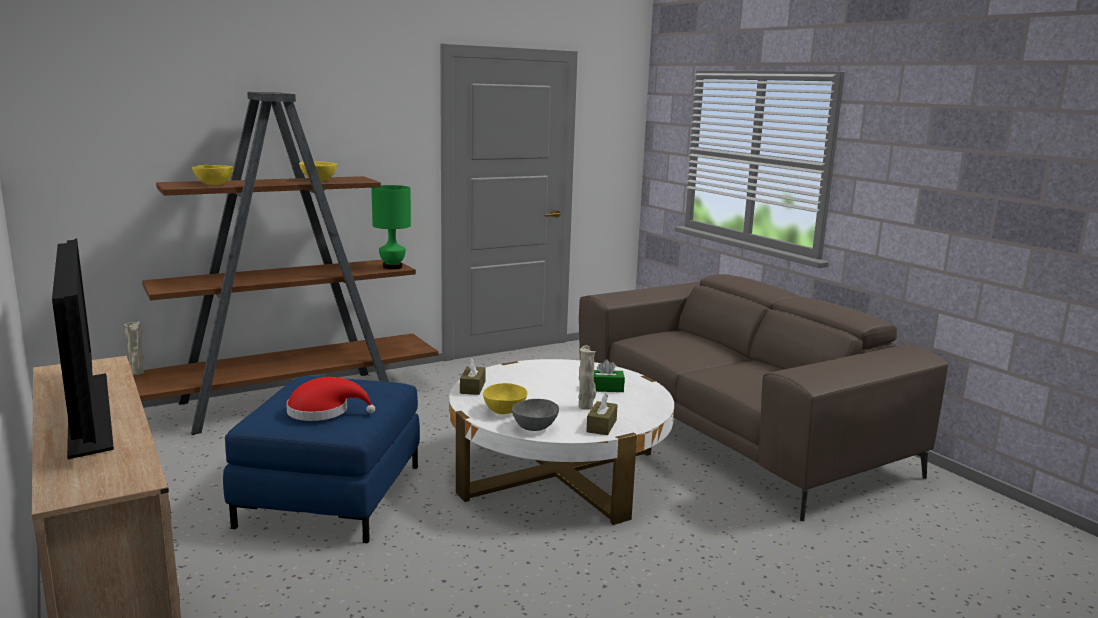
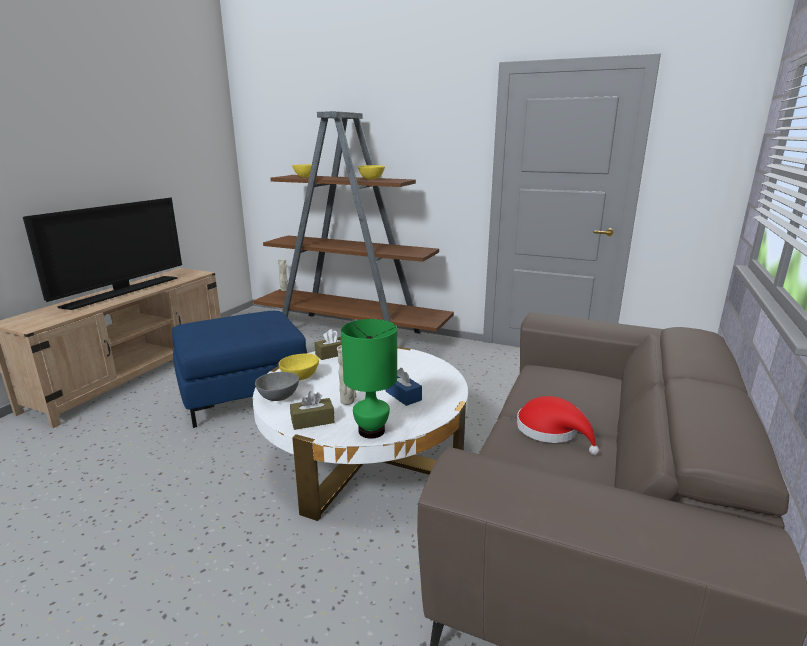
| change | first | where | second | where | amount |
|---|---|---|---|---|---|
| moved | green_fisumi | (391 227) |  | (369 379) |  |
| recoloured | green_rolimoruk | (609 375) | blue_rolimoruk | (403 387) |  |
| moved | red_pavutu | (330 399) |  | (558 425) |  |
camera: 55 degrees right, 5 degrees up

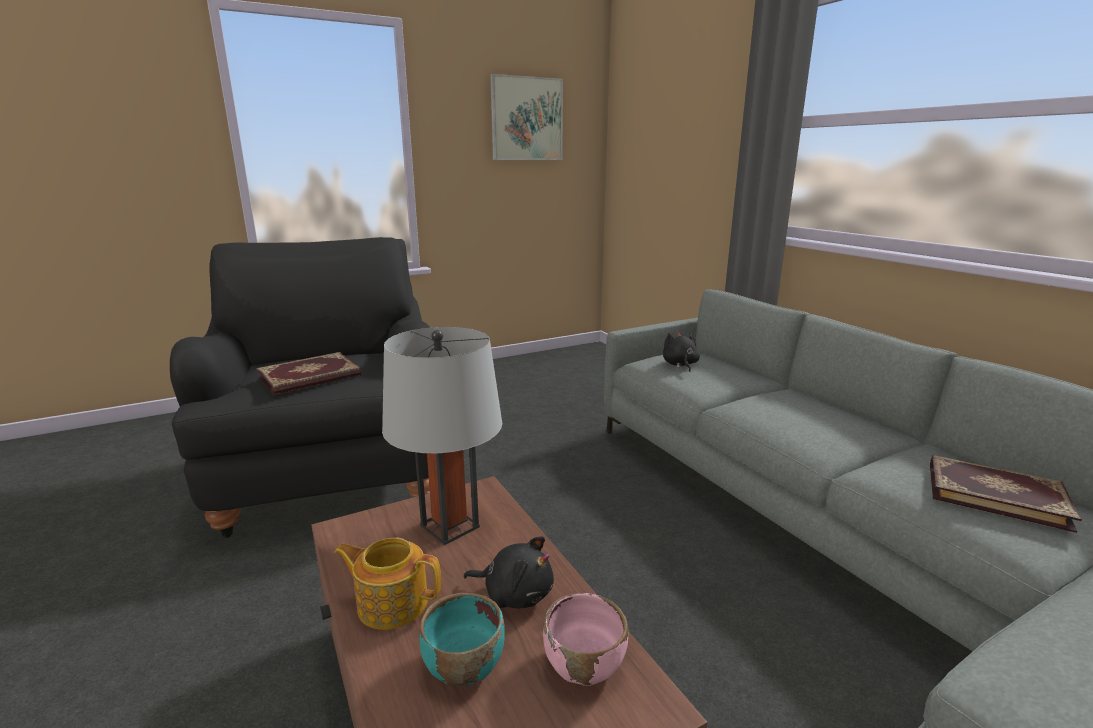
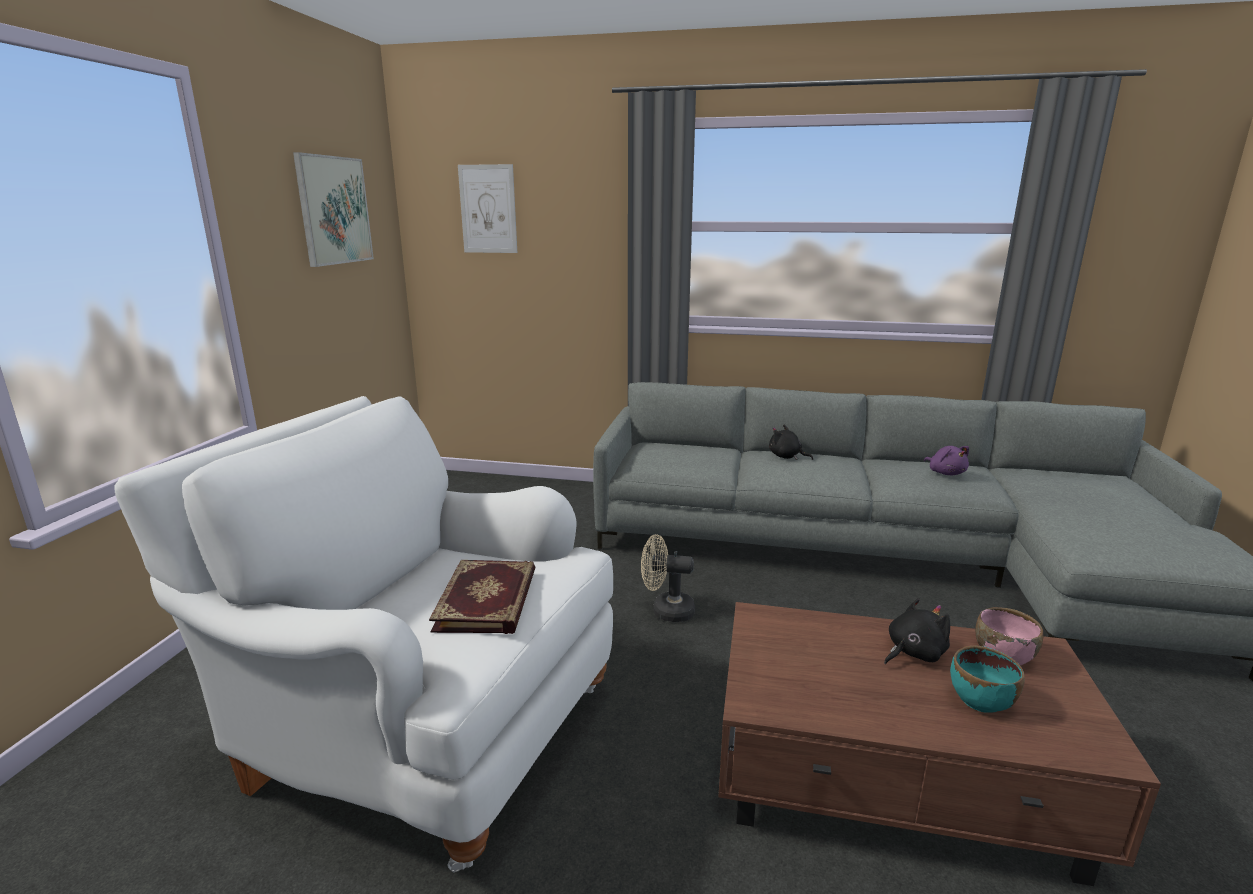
| change | first | where | second | where | amount |
|---|---|---|---|---|---|
| recoloured | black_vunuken | (300 387) | white_vunuken | (363 634) |  |
| added |  |  | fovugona | (487 208) |  |
| added |  |  | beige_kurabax | (668 578) |  |
| moved | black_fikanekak | (681 352) |  | (791 442) |  |
| replaced | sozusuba | (1006 494) | purple_fikanekak | (946 460) |  |
| removed | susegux | (387 583) |  |  |  |
| removed | grey_fisumi | (442 436) |  |  |  |
camera: 50 degrees left, 0 degrees up

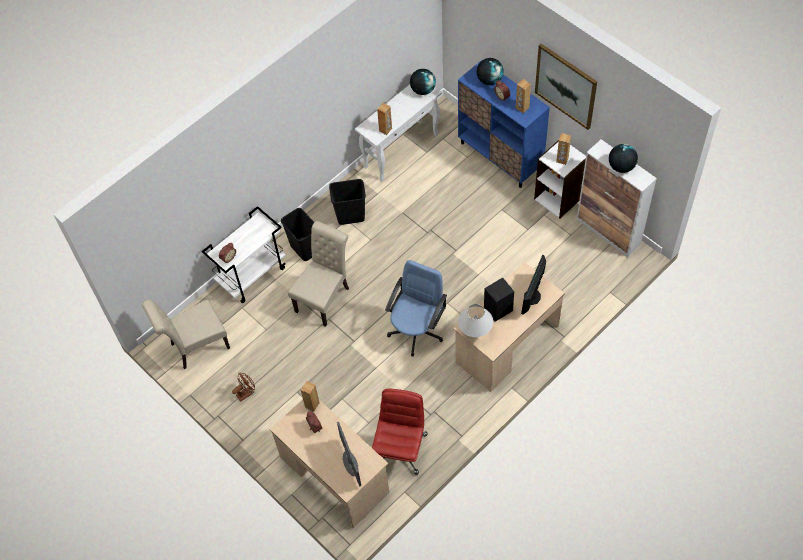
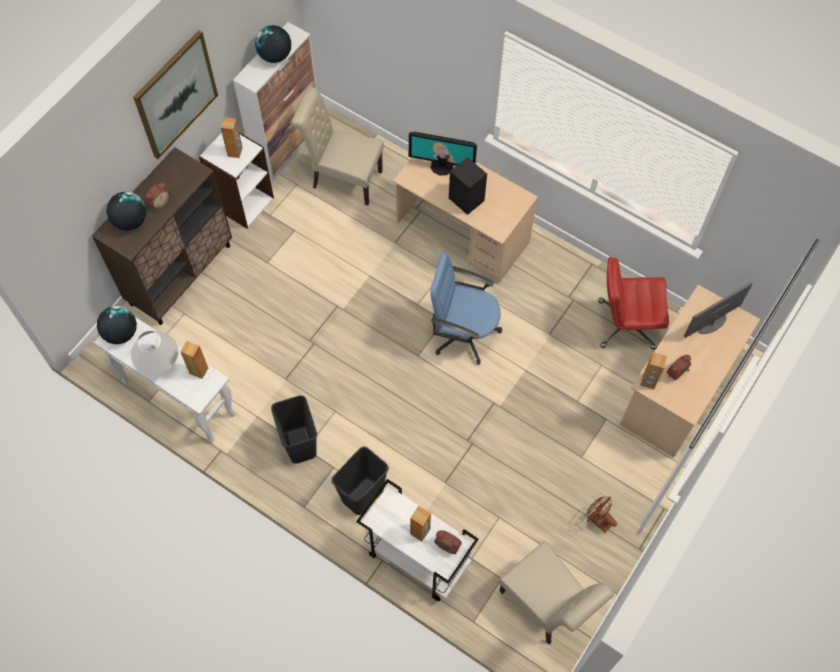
| change | first | where | second | where | amount |
|---|---|---|---|---|---|
| recoloured | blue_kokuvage | (504 124) | brown_kokuvage | (162 236) |  |
| moved | white_fisumi | (475 320) |  | (154 353) |  |
| moved | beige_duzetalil | (318 274) |  | (337 146) |  |
| moved | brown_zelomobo | (523 96) |  | (420 523) |  |
camera: 105 degrees left, 5 degrees up

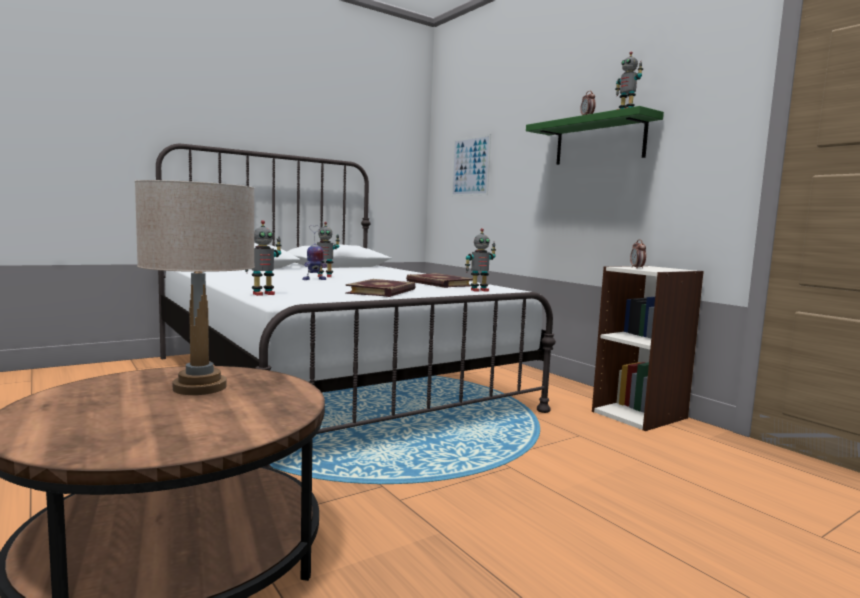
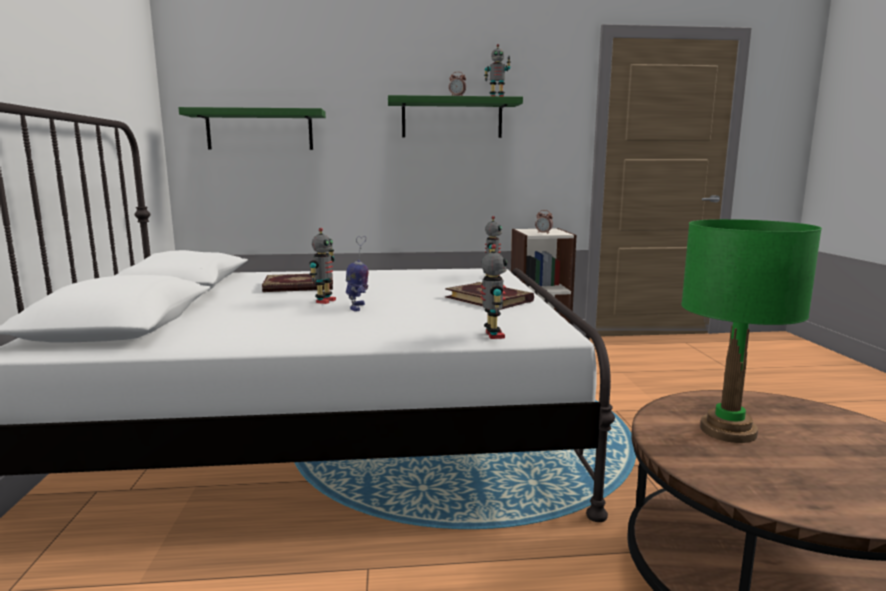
| change | first | where | second | where | amount |
|---|---|---|---|---|---|
| replaced | fovugona | (471 165) | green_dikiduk | (252 128) |  |
| moved | sozusuba | (439 280) |  | (297 282) |  |
| recoloured | beige_fisumi | (195 287) | green_fisumi | (751 331) |  |
camera: 60 degrees left, 5 degrees up

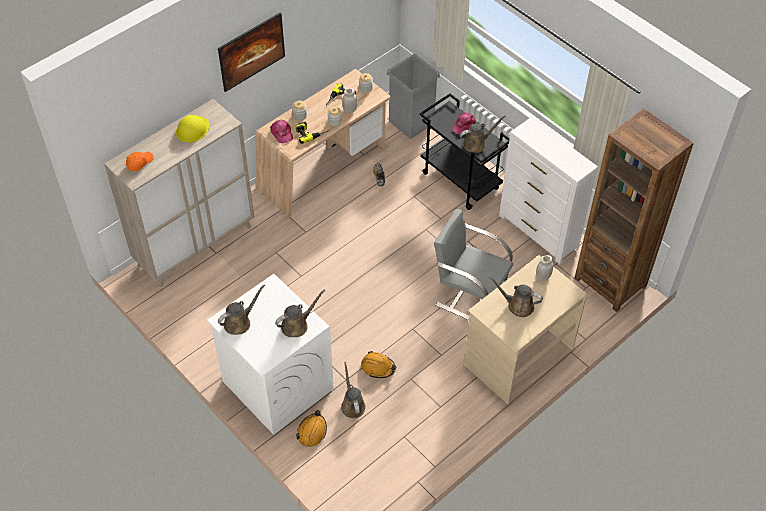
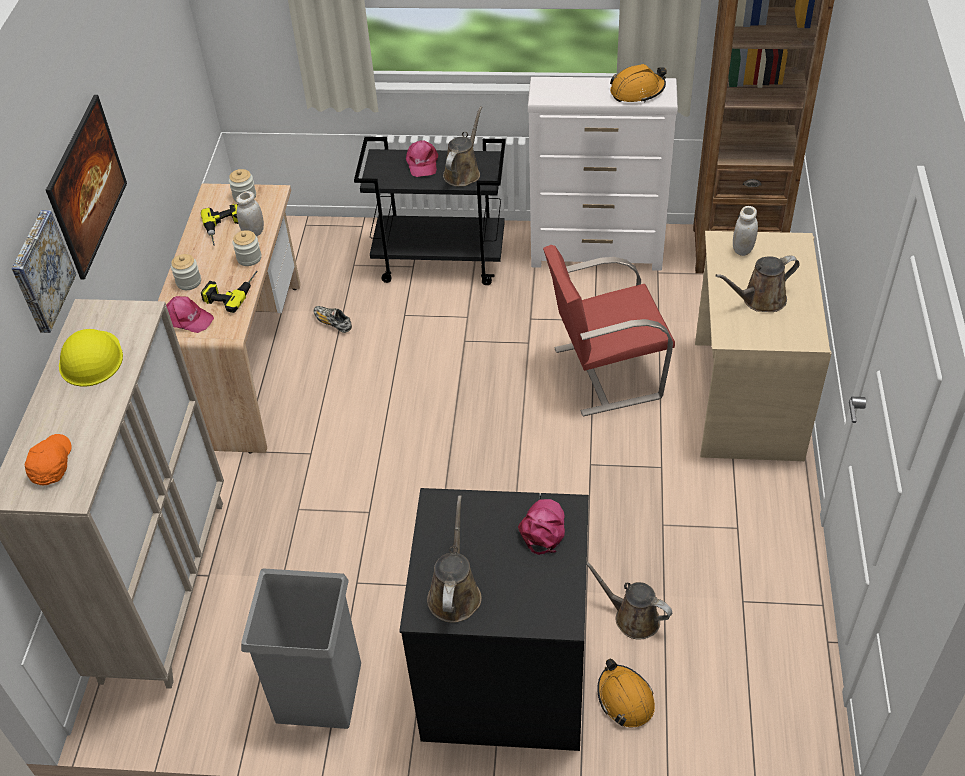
| change | first | where | second | where | amount |
|---|---|---|---|---|---|
| added |  |  | fovugona | (43 271) |  |
| moved | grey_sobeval | (413 96) |  | (301 649) |  |
| recoloured | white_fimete | (270 354) | black_fimete | (494 619) |  |
| replaced | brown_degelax | (300 313) | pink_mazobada | (541 527) |  |
| recoloured | grey_duzetalil | (474 264) | red_duzetalil | (609 330) |  |
| moved | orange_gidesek | (378 364) |  | (638 83) |  |
camera: 40 degrees left, 5 degrees down

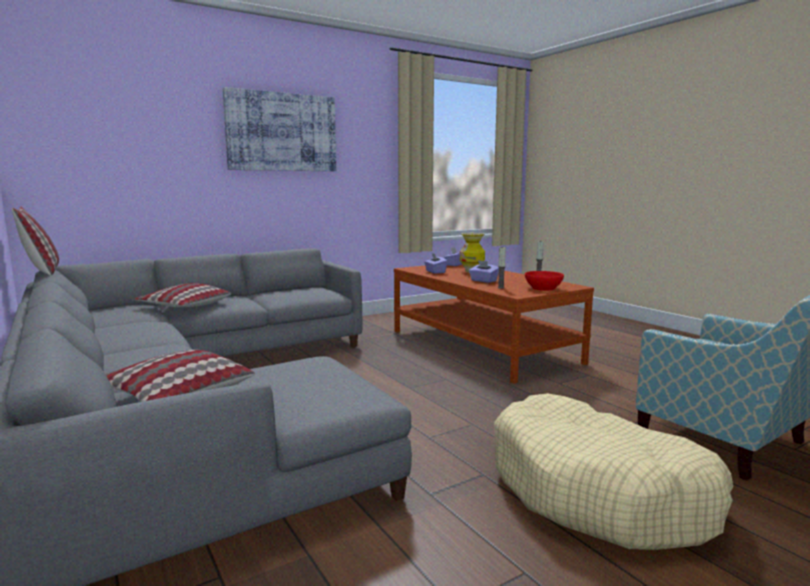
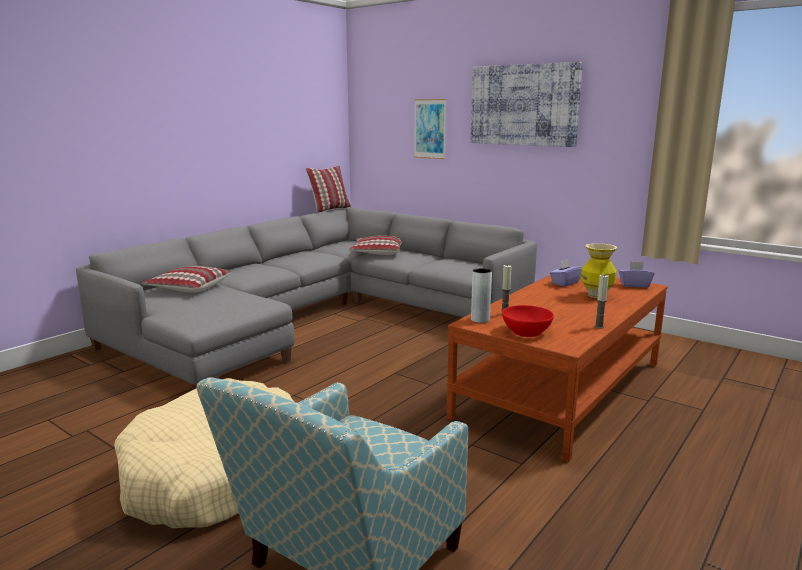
| change | first | where | second | where | amount |
|---|---|---|---|---|---|
| added |  |  | fovugona | (430 129) |  |
| added |  |  | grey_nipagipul | (481 295) |  |
| removed | purple_rolimoruk | (484 271) |  |  |  |
camera: 70 degrees right, 5 degrees up

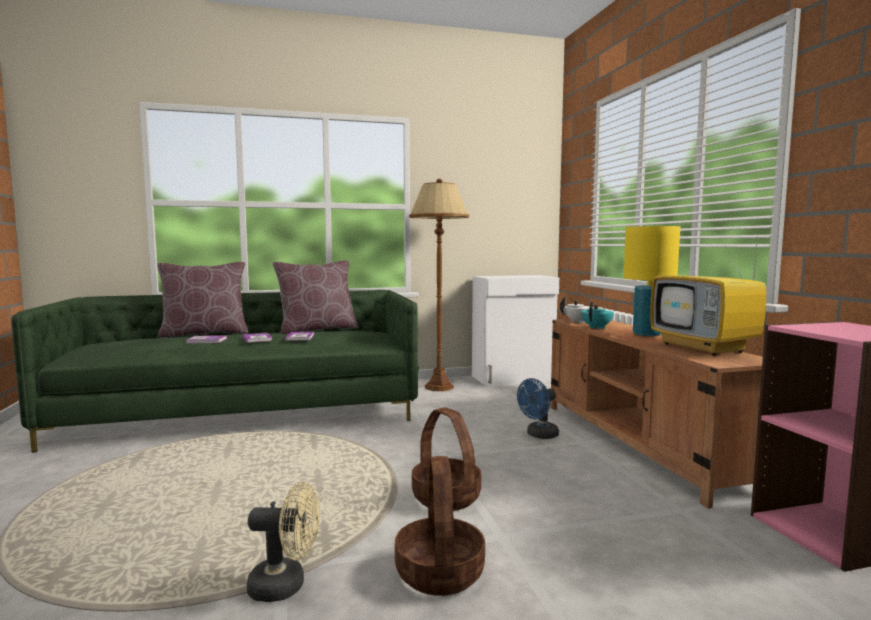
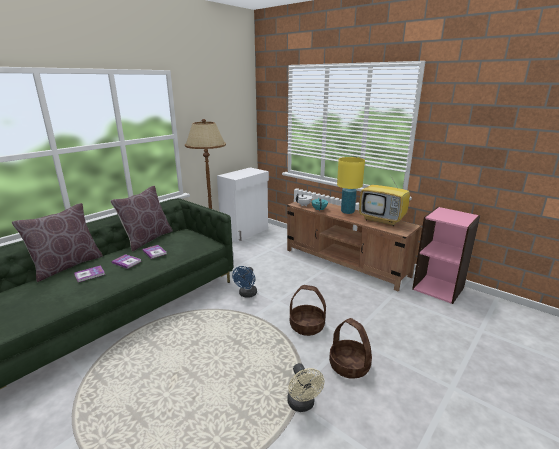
| change | first | where | second | where | amount |
|---|---|---|---|---|---|
| moved | blue_kurabax | (538 408) |  | (244 282) |  |
| turned | beige_kurabax | (283 542) |  | (305 387) | 105 degrees clockwise |
camera: 35 degrees left, 15 degrees up

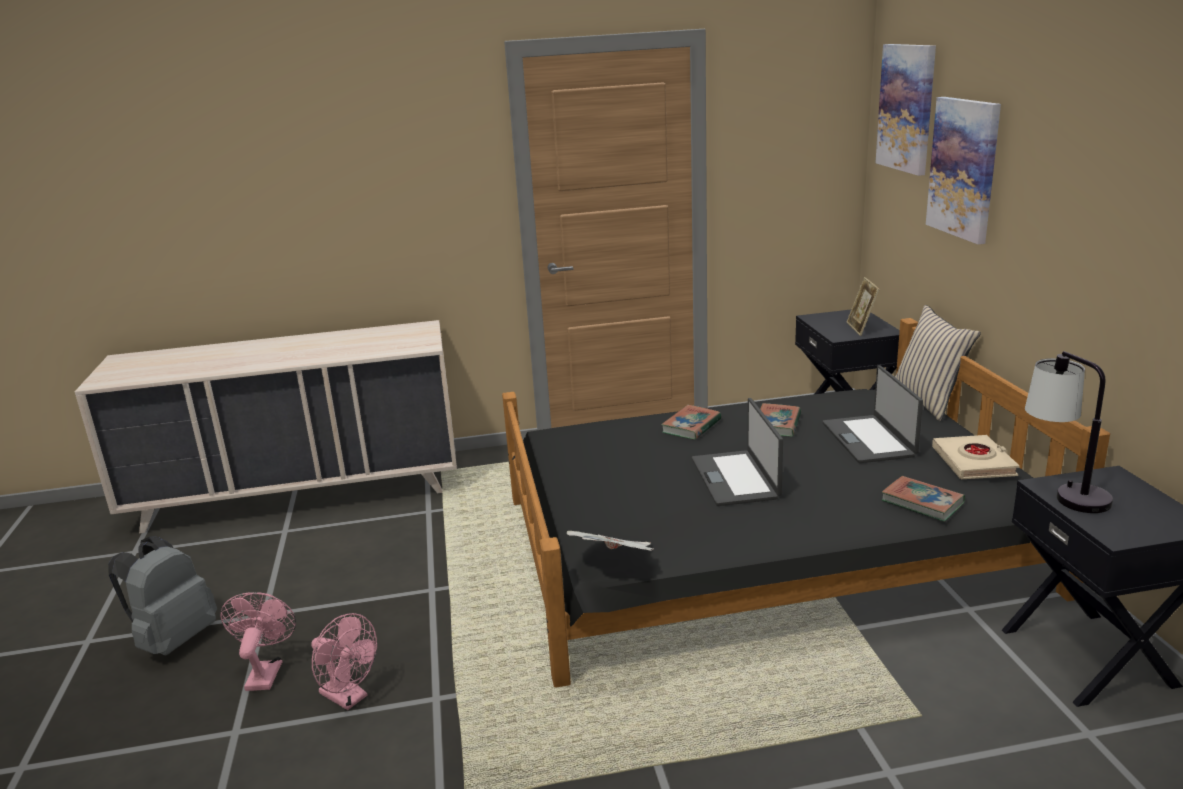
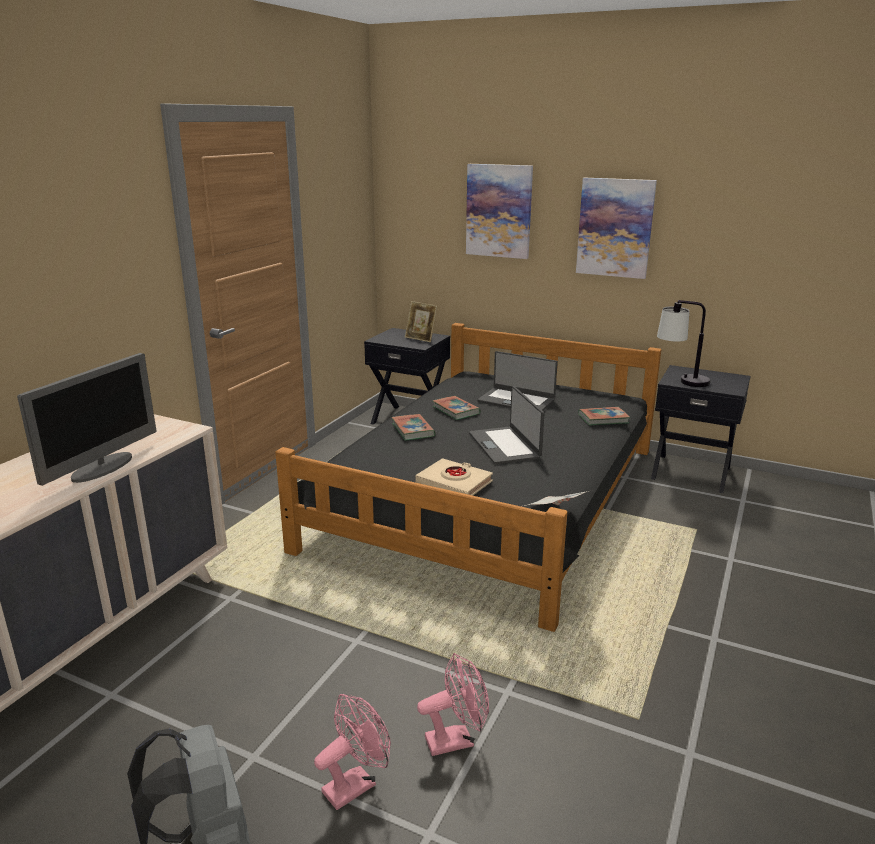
| change | first | where | second | where | amount |
|---|---|---|---|---|---|
| added |  |  | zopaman | (87 419) |  |
| turned | pink_kurabax | (258 641) |  | (352 752) | 105 degrees clockwise |
| moved | beige_sozusuba | (975 457) |  | (454 476) |  |
| turned | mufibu | (737 452) |  | (506 425) | 45 degrees clockwise |
| moved | fovugona | (906 110) |  | (616 228) |  |
| removed | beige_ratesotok | (938 363) |  |  |  |
camera: 55 degrees left, 0 degrees up

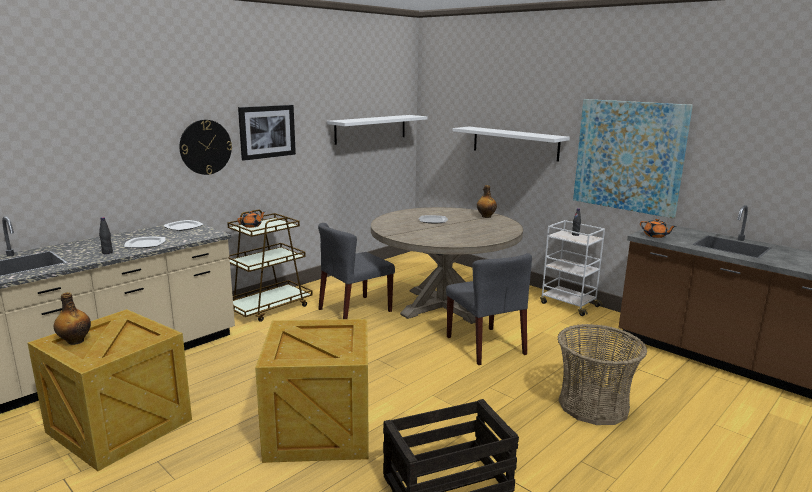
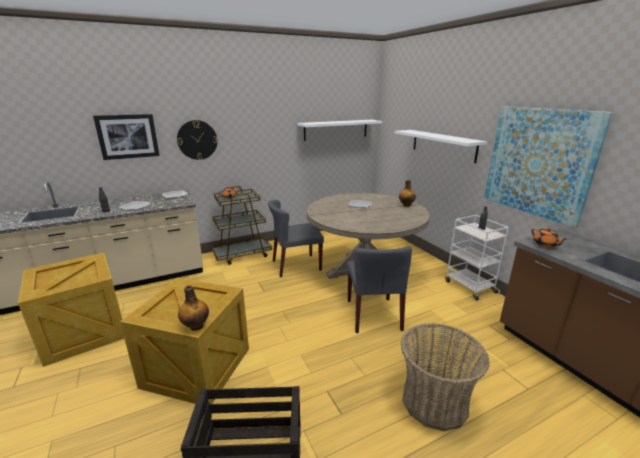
| change | first | where | second | where | amount |
|---|---|---|---|---|---|
| moved | fovugona | (267 133) |  | (126 137) |  |
| moved | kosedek | (72 318) |  | (193 308) |  |
camera: 20 degrees right, 5 degrees up

